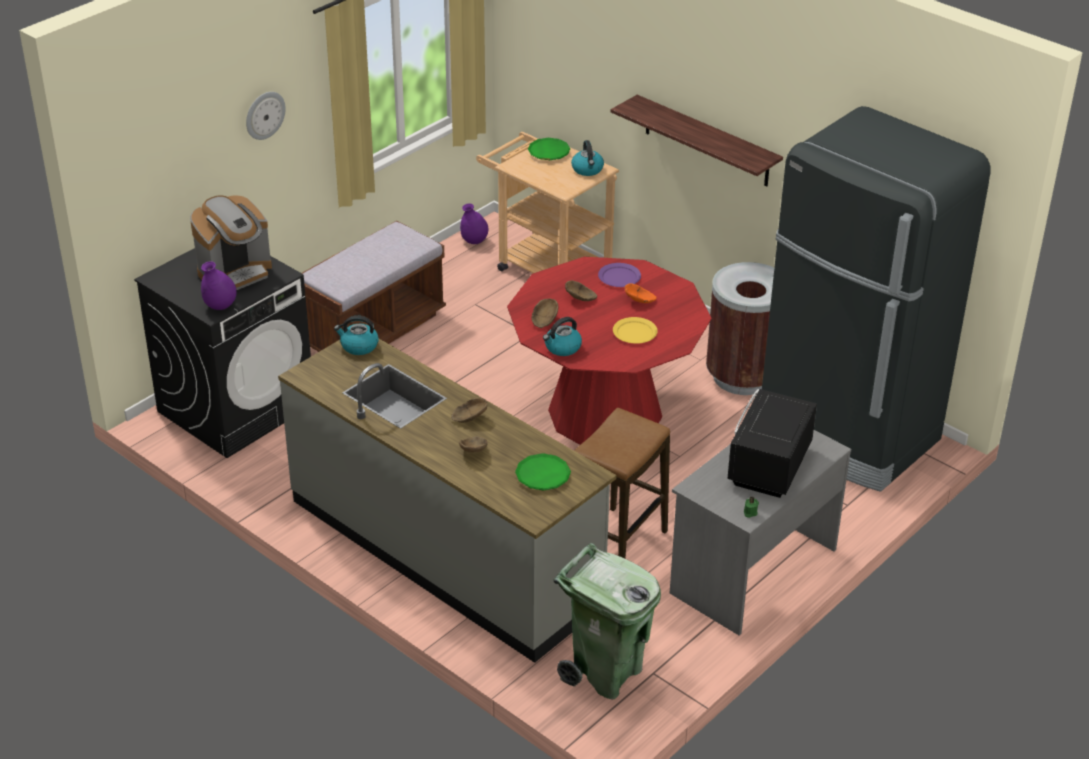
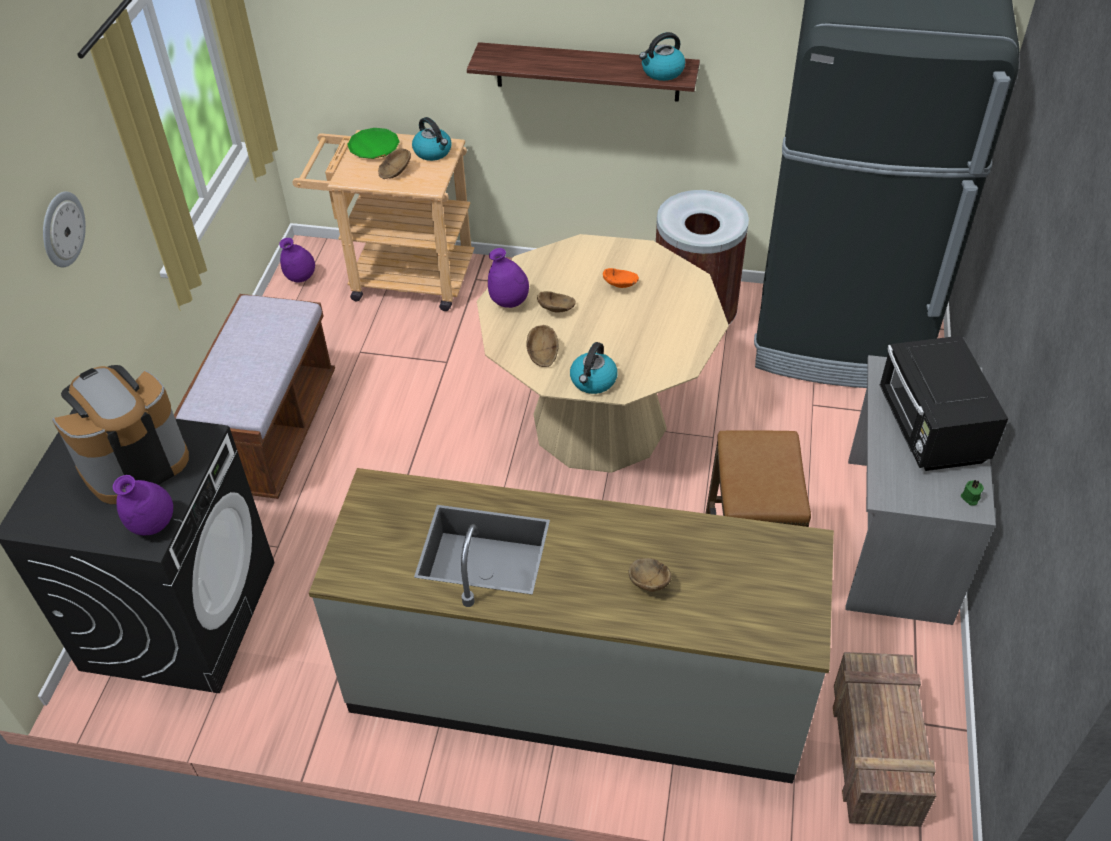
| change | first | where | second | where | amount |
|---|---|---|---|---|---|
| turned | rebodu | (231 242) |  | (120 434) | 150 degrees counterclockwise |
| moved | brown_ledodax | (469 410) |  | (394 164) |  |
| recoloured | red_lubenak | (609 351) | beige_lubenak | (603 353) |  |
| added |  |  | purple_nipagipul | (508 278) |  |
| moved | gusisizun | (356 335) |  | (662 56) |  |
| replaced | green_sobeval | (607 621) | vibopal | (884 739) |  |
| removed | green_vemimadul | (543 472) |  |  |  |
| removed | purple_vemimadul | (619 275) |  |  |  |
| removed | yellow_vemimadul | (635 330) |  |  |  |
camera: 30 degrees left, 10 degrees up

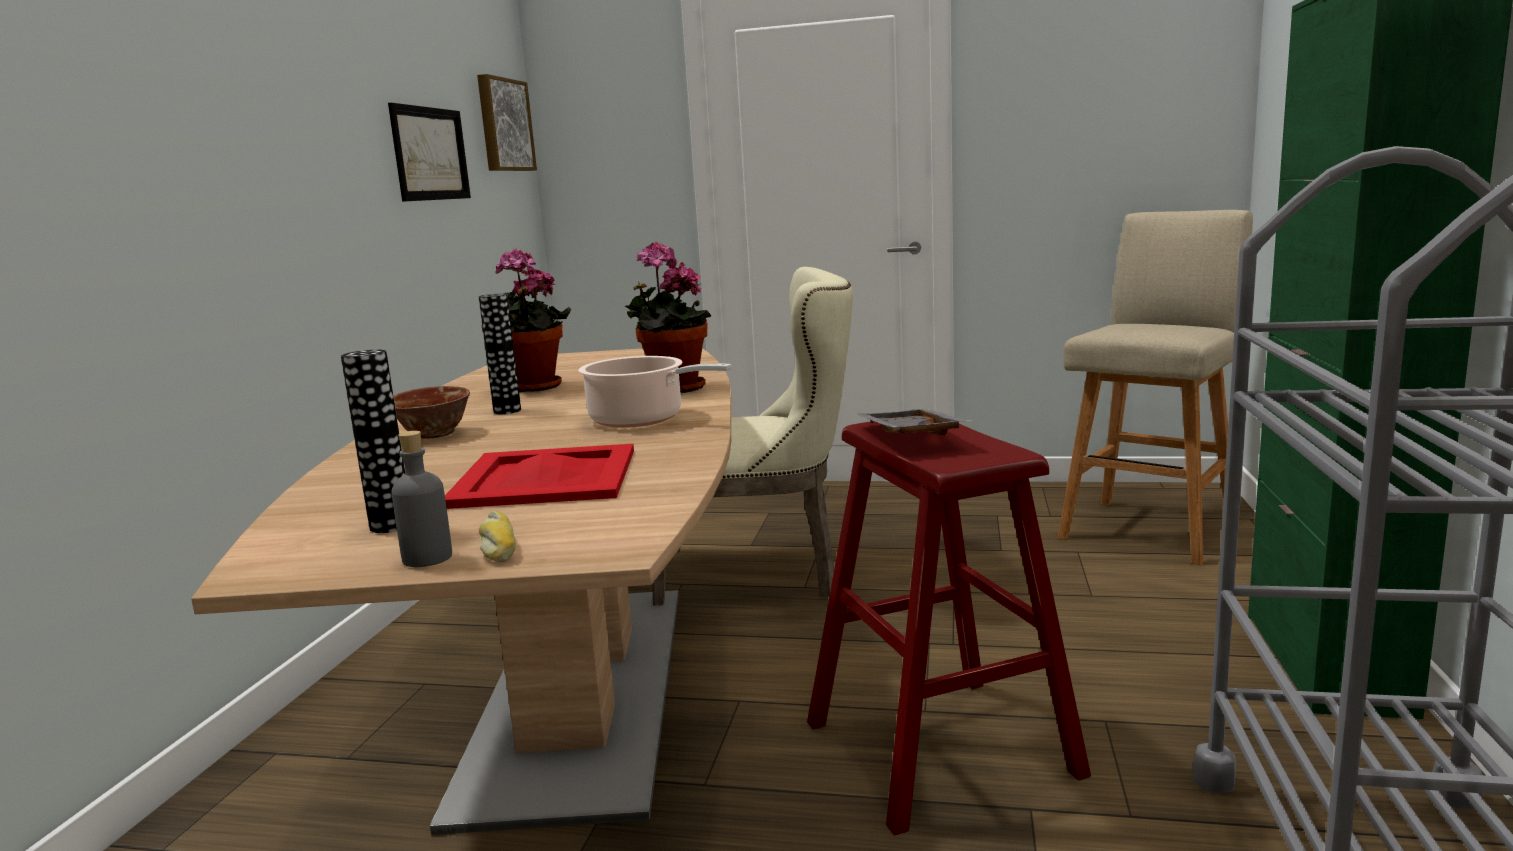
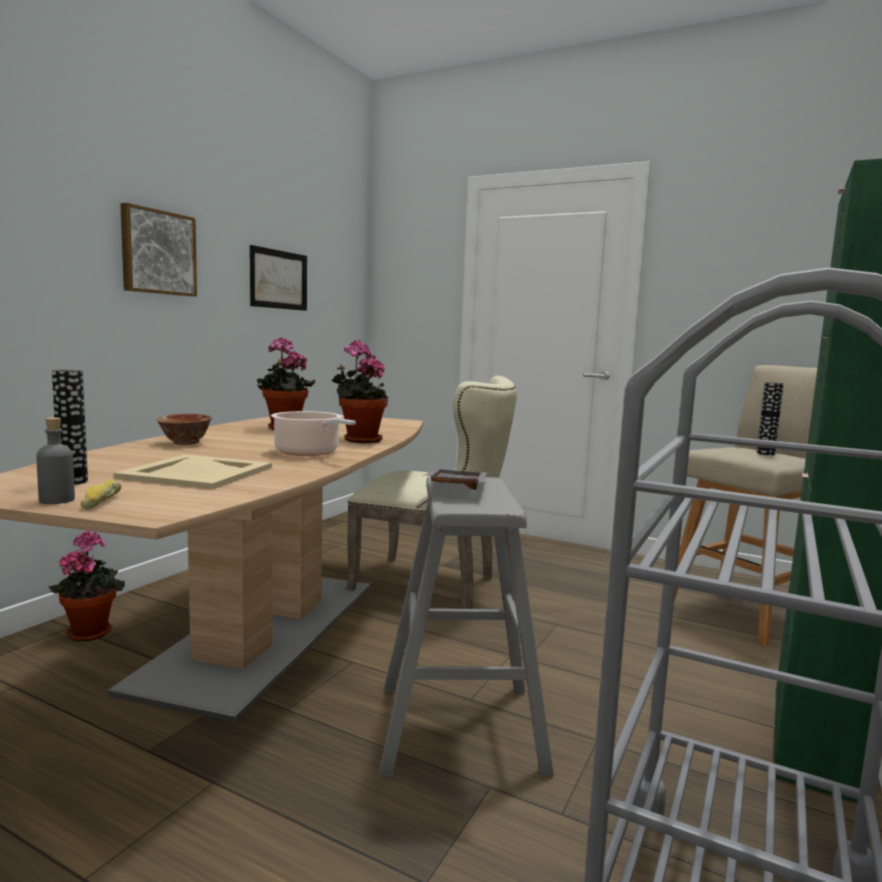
| change | first | where | second | where | amount |
|---|---|---|---|---|---|
| added |  |  | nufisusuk | (87 585) |  |
| recoloured | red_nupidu | (539 476) | beige_nupidu | (192 472) |  |
| moved | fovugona | (507 122) |  | (158 250) |  |
| recoloured | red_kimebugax | (949 628) | grey_kimebugax | (466 627) |  |
| moved | nipagipul | (500 354) |  | (770 418) |  |
camera: 15 degrees right, 5 degrees down

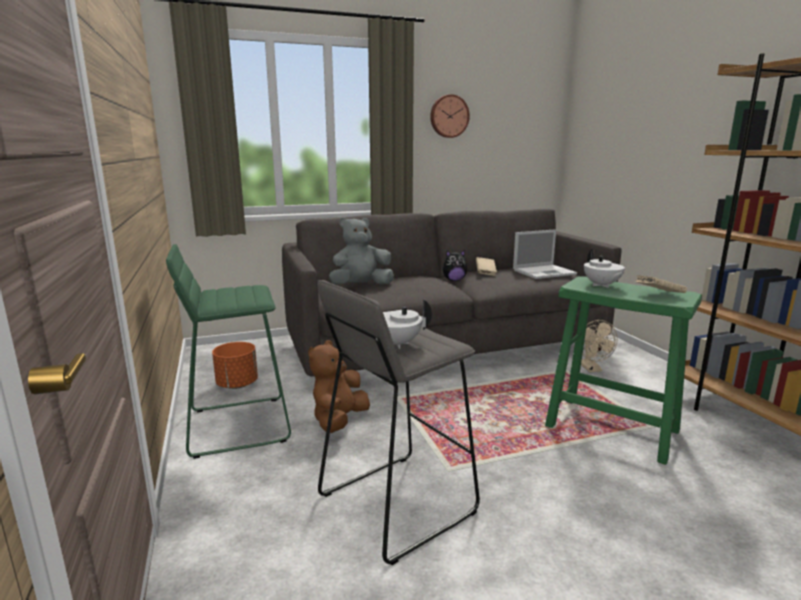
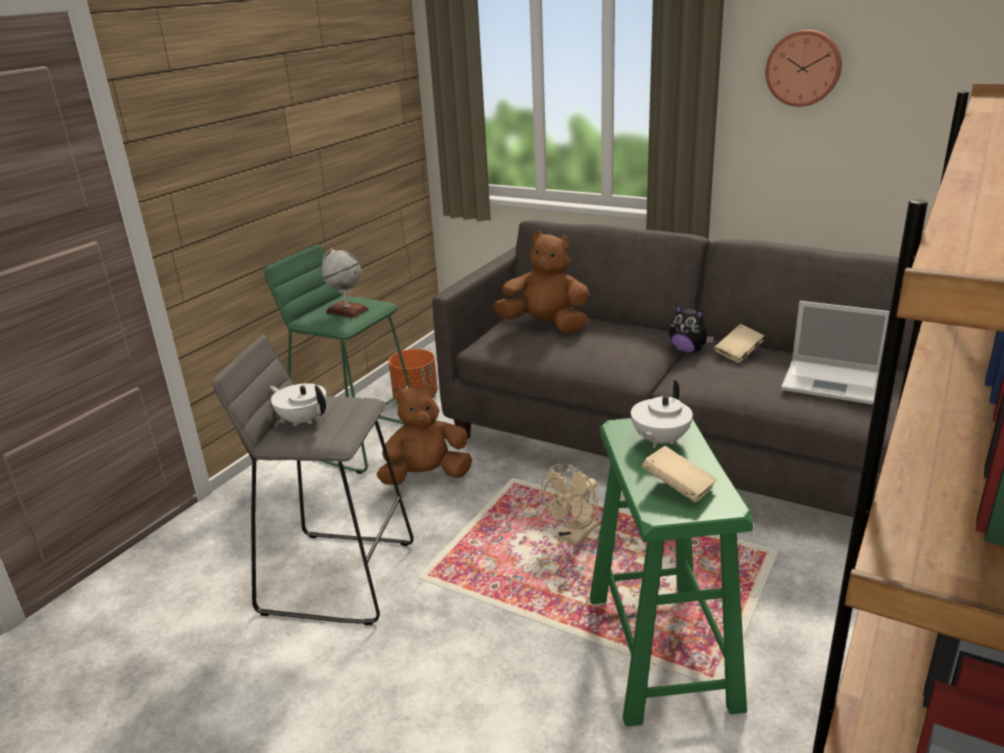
| change | first | where | second | where | amount |
|---|---|---|---|---|---|
| added |  |  | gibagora | (345 283) |  |
| recoloured | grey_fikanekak | (361 251) | brown_fikanekak | (542 282) |  |
| moved | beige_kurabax | (599 346) |  | (569 504) |  |
camera: 50 degrees right, 10 degrees up

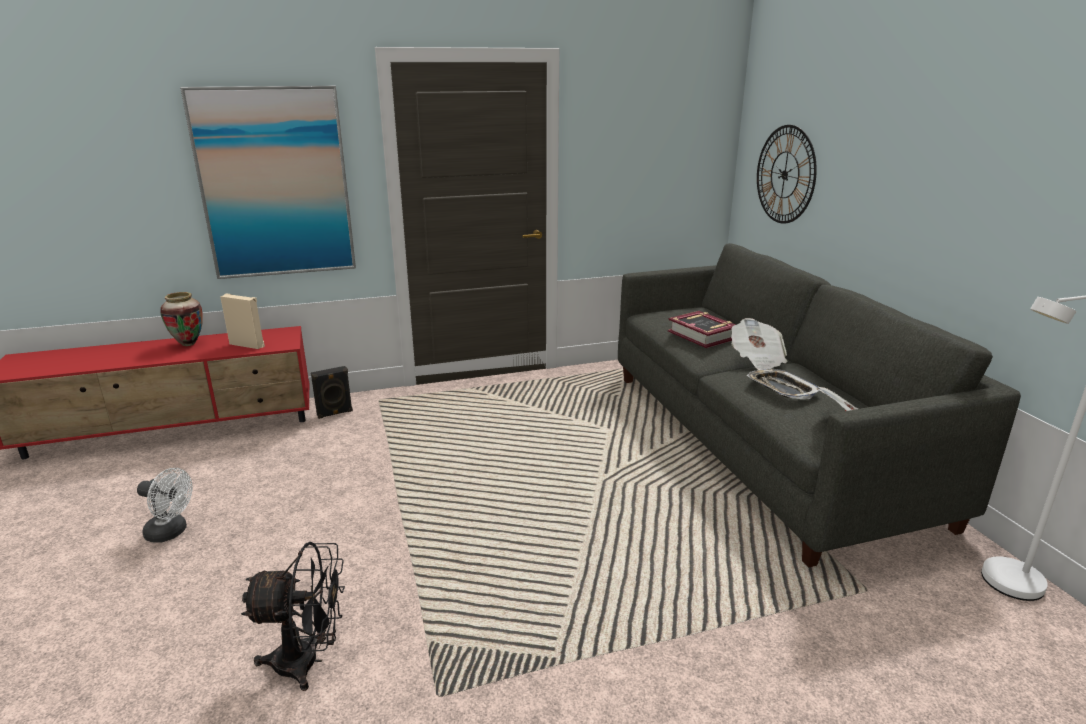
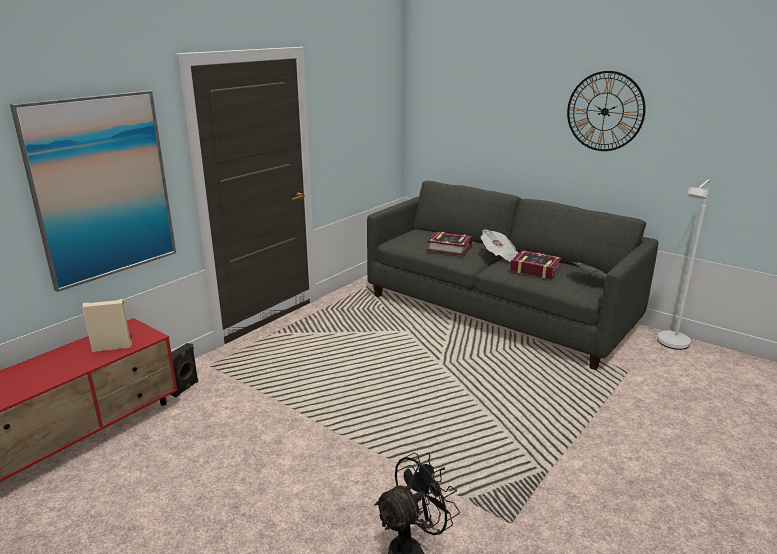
| change | first | where | second | where | amount |
|---|---|---|---|---|---|
| replaced | nupidu | (783 384) | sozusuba | (536 264) |  |
| moved | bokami | (787 174) |  | (606 111) |  |
| removed | white_kurabax | (165 505) |  |  |  |
| removed | nipagipul | (181 319) |  |  |  |
camera: 35 degrees left, 0 degrees up

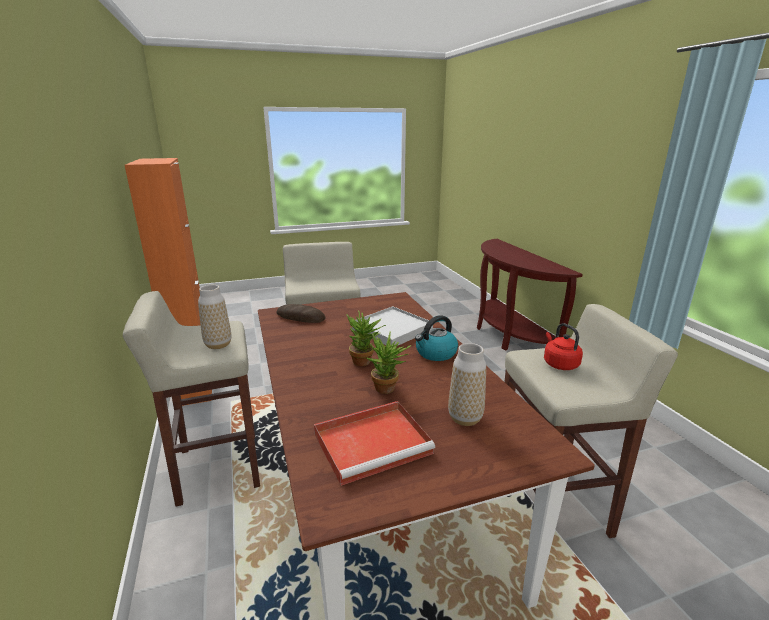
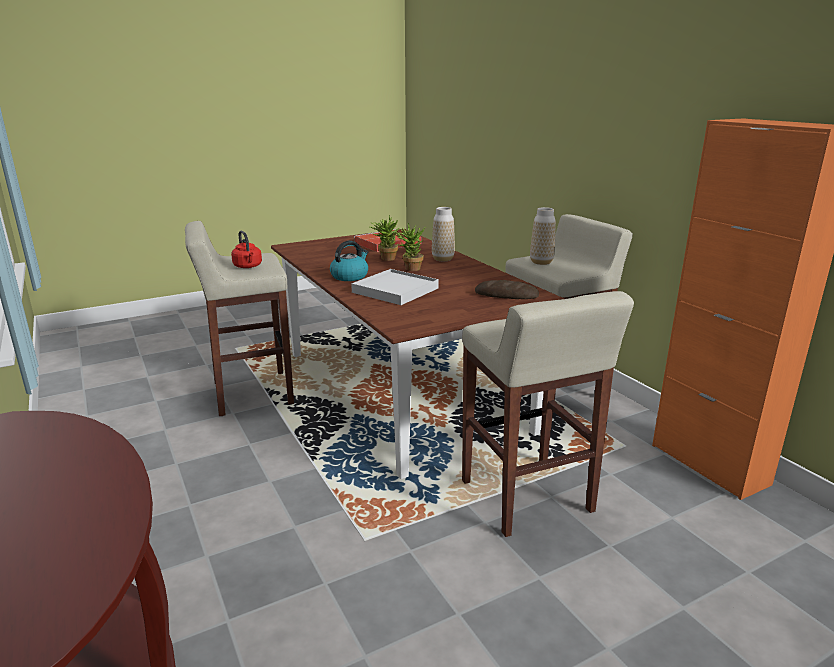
| change | first | where | second | where | amount |
|---|---|---|---|---|---|
| moved | nipagipul | (467 384) |  | (443 234) |  |
camera: 170 degrees right, 0 degrees up

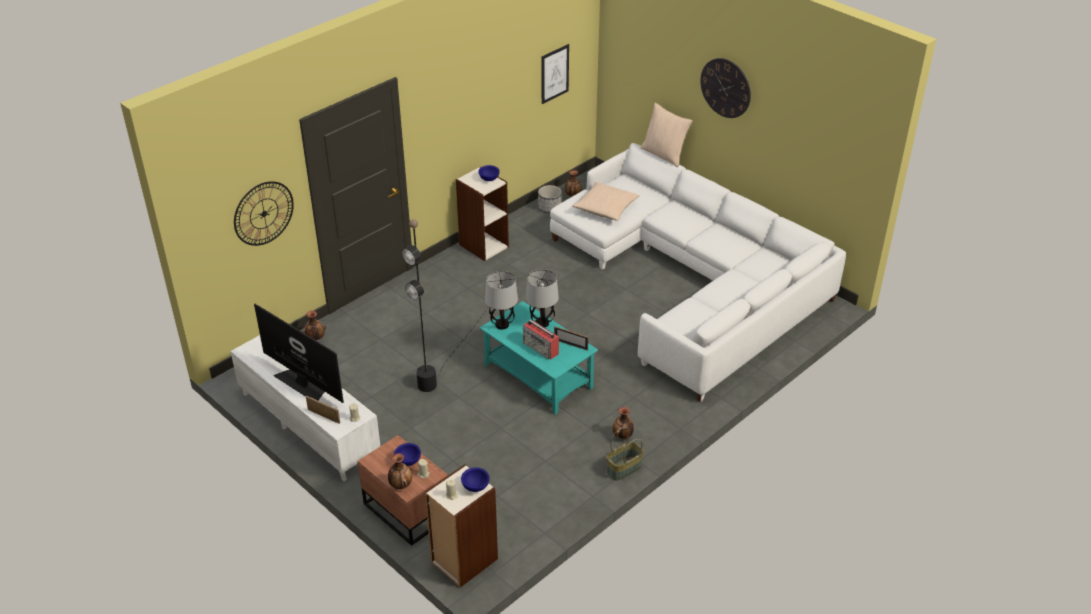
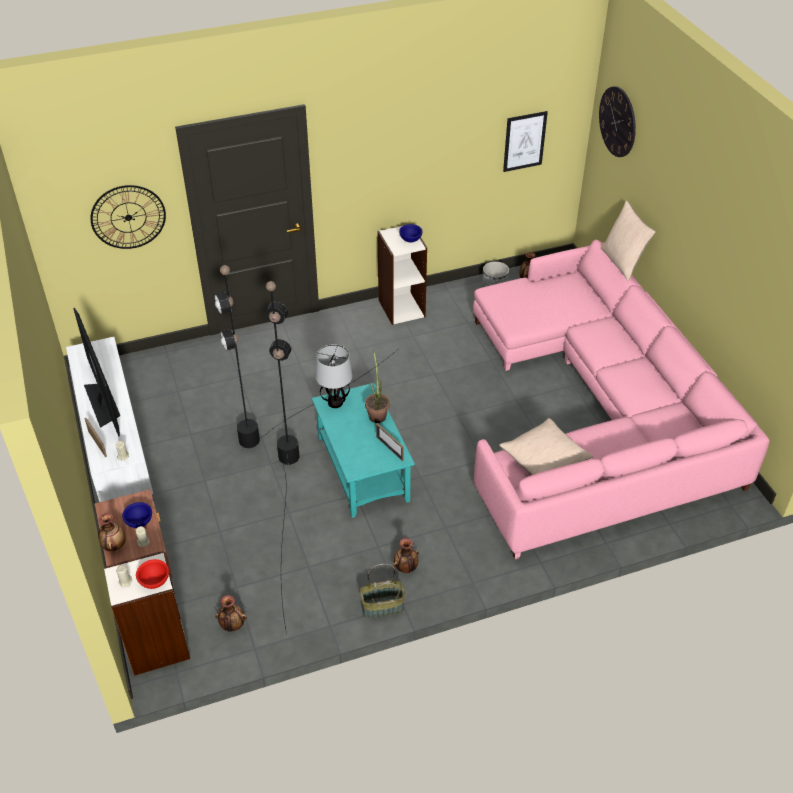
| change | first | where | second | where | amount |
|---|---|---|---|---|---|
| recoloured | blue_ledodax | (475 479) | red_ledodax | (152 574) |  |
| moved | nipagipul | (314 325) |  | (231 613) |  |
| added |  |  | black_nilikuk | (282 457) |  |
| replaced | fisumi | (542 298) | nufisusuk | (377 386) |  |
| recoloured | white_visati | (698 272) | pink_visati | (621 399) |  |
| moved | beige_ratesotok | (606 201) |  | (546 446) |  |
| moved | bokami | (725 88) |  | (617 121) |  |
| removed | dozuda | (541 339) |  |  |  |
camera: 25 degrees right, 5 degrees up

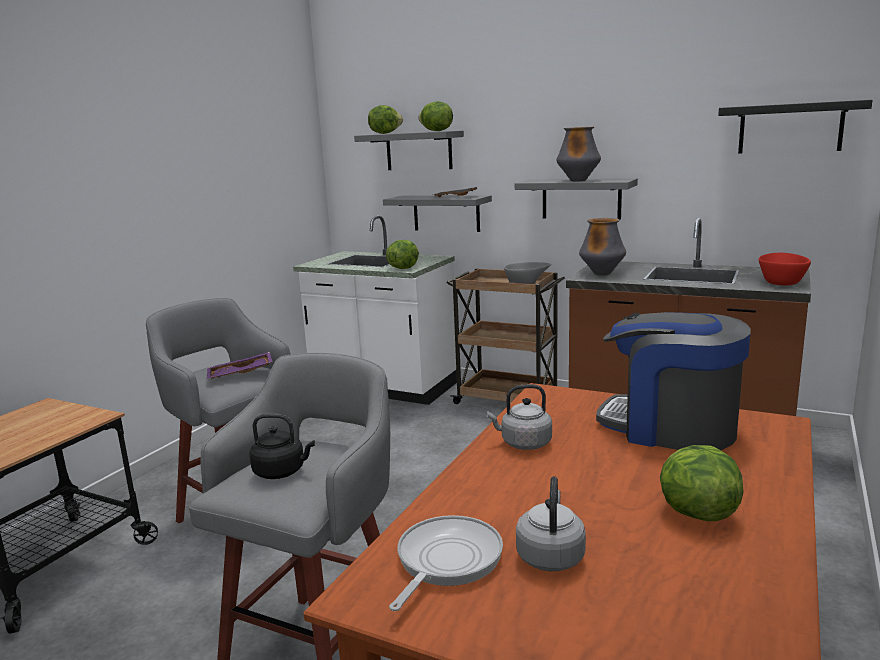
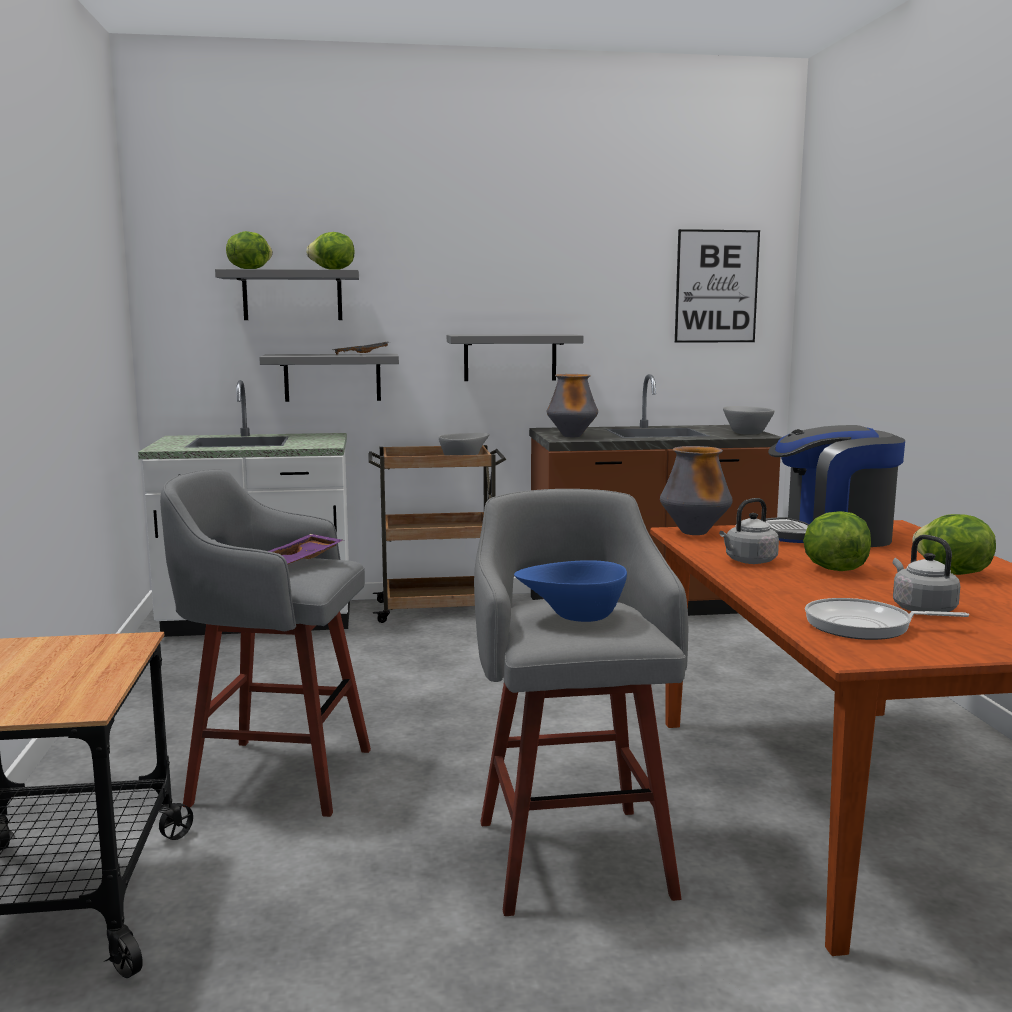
| change | first | where | second | where | amount |
|---|---|---|---|---|---|
| replaced | black_gusisizun | (282 446) | blue_ledodax | (570 591) |  |
| moved | nipagipul | (578 154) |  | (696 490) |  |
| replaced | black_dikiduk | (795 127) | fovugona | (717 286) |  |
| recoloured | red_ledodax | (784 269) | grey_ledodax | (748 420) |  |
| moved | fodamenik | (402 254) |  | (837 541) |  |
| turned | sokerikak | (446 563) |  | (887 619) | 75 degrees counterclockwise |
camera: 35 degrees left, 5 degrees down

